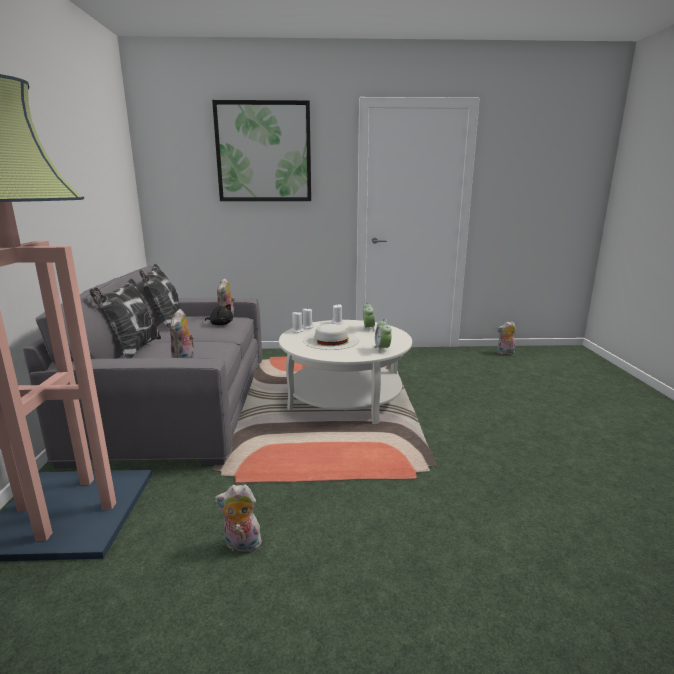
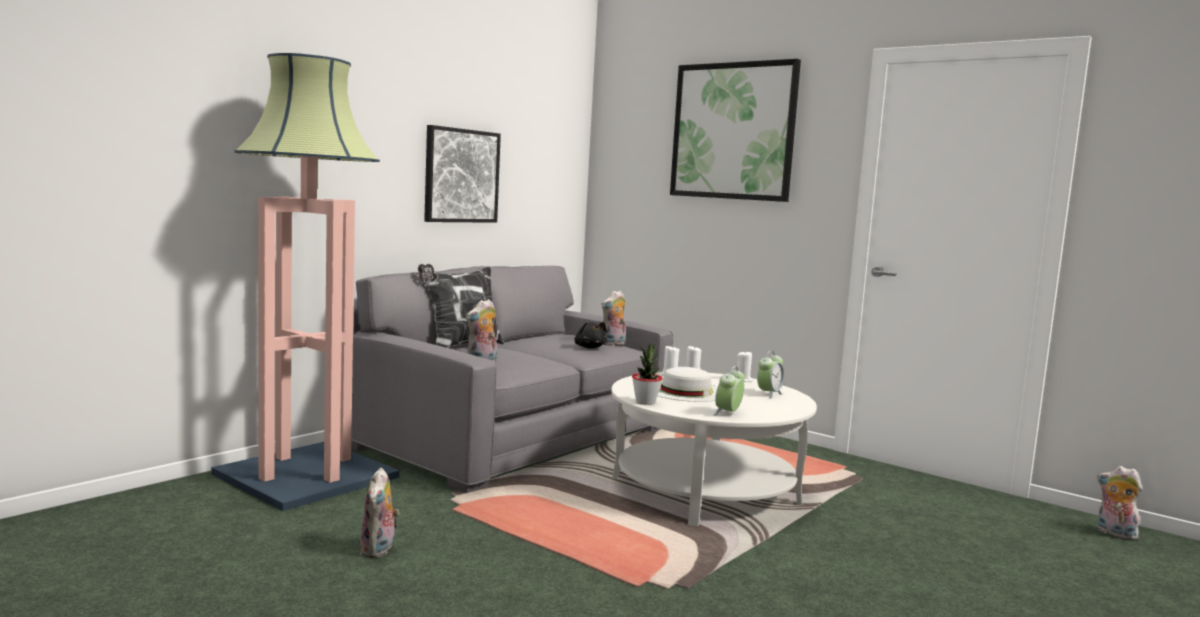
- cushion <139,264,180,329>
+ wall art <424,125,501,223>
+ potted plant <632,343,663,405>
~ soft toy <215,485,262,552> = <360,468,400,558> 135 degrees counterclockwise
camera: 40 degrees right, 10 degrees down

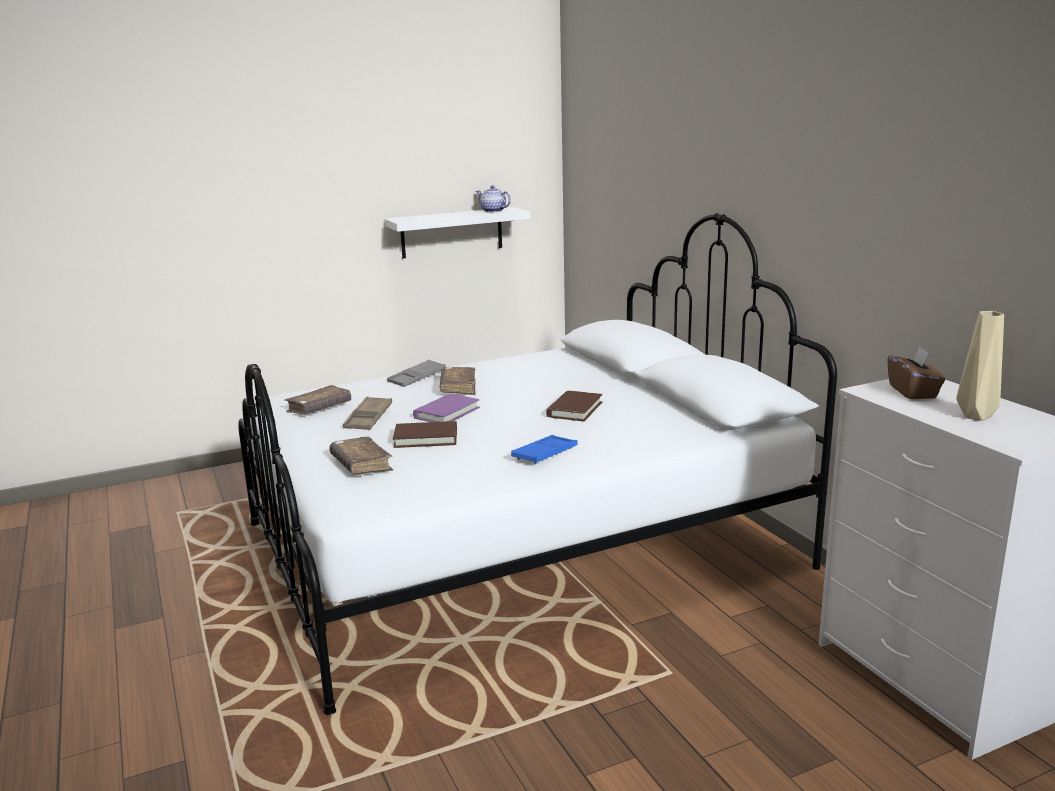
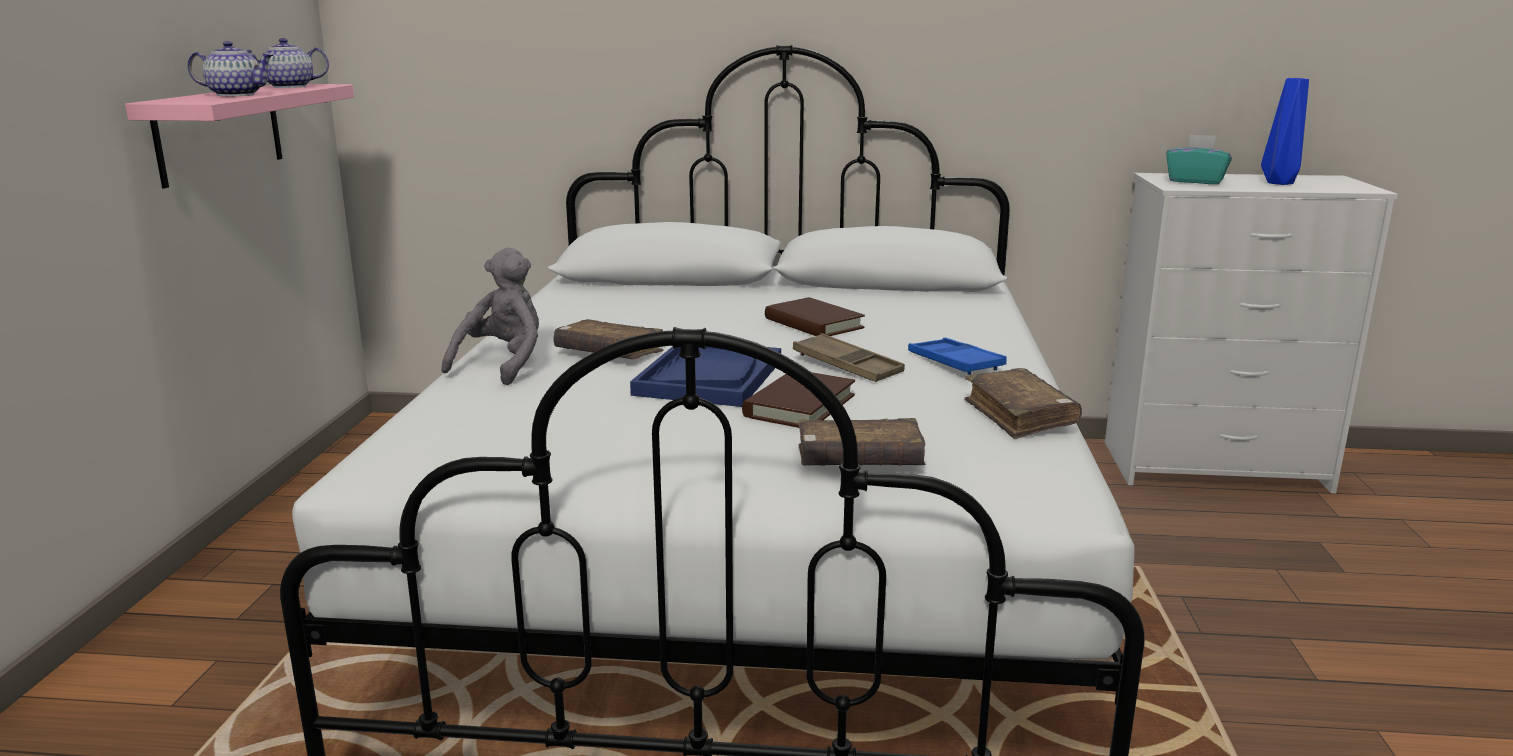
+ tea pot <187,41,273,96>
~ brown-coloured volume <284,385,351,415> to <964,368,1082,439>
~ brown-coloured serving tray <343,396,392,430> to <793,333,905,382>
~ gray serving tray <387,360,446,387> to gray soft toy <442,248,539,385>
~ purple-coloured volume <413,394,480,422> to blue serving tray <630,346,781,407>
~ white-coloured wall shelf <384,207,531,258> to pink wall shelf <125,84,354,188>
~ brown-coloured tissue box <887,347,945,399> to turquoise tissue box <1166,134,1232,184>
~ beige decorative vase <956,311,1004,421> to blue decorative vase <1261,78,1309,185>
camera: 60 degrees left, 0 degrees up

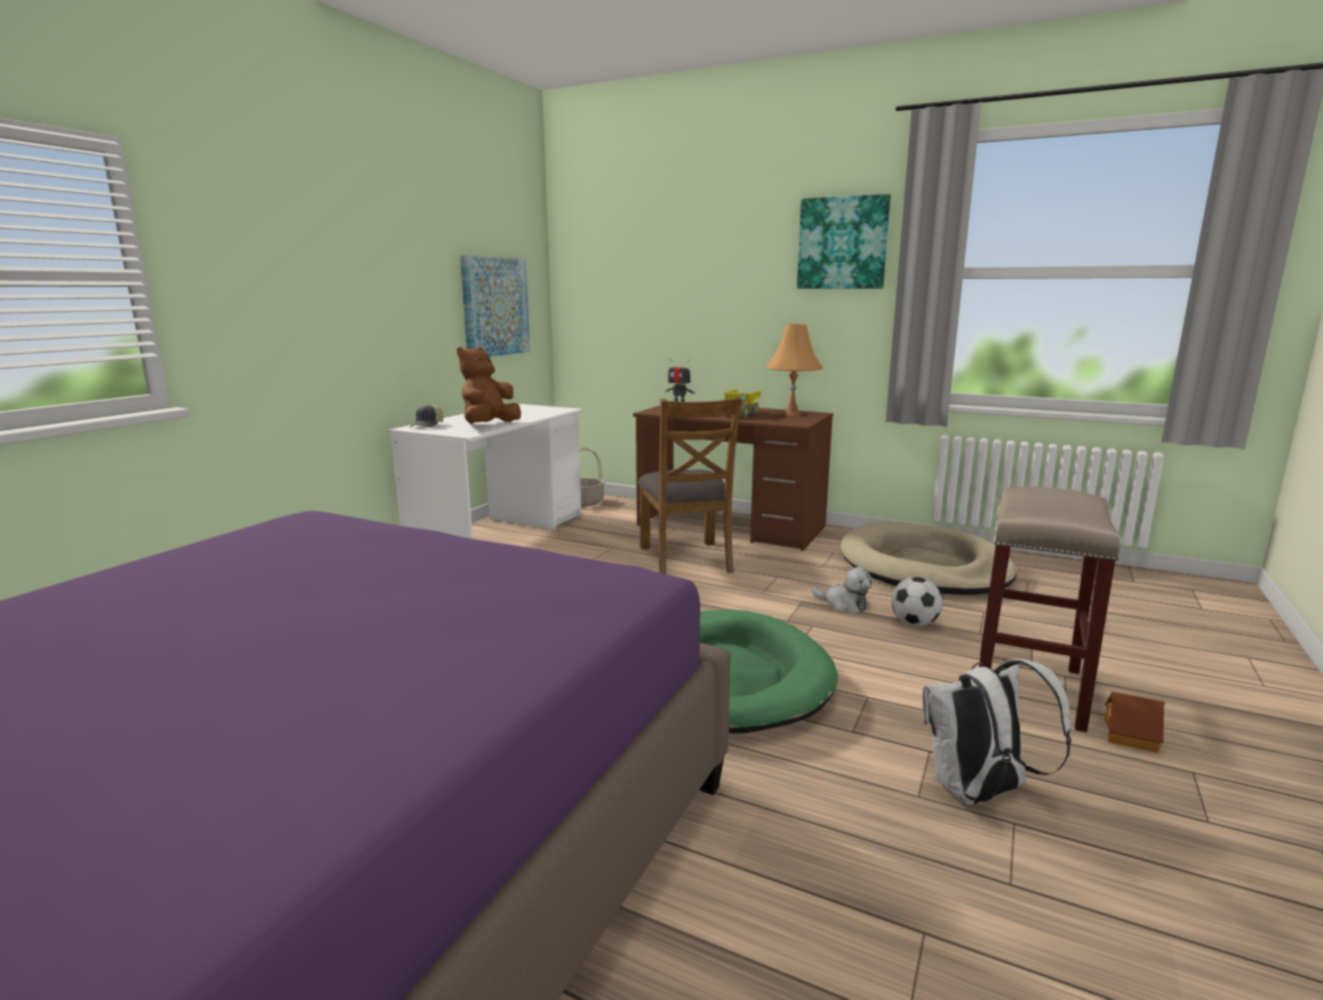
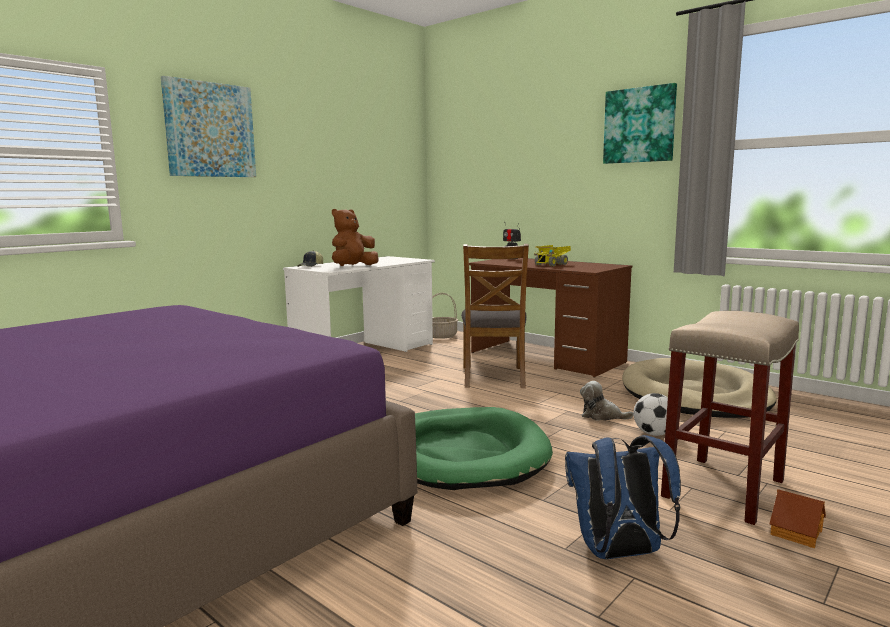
- orange table lamp <766,324,823,416>
~ wall art <460,255,530,357> to <161,76,256,177>
~ white-coloured backpack <922,659,1071,805> to blue backpack <565,435,681,559>
~ soft toy <812,567,872,613> = <580,381,634,421> 150 degrees clockwise
camera: 15 degrees right, 5 degrees down

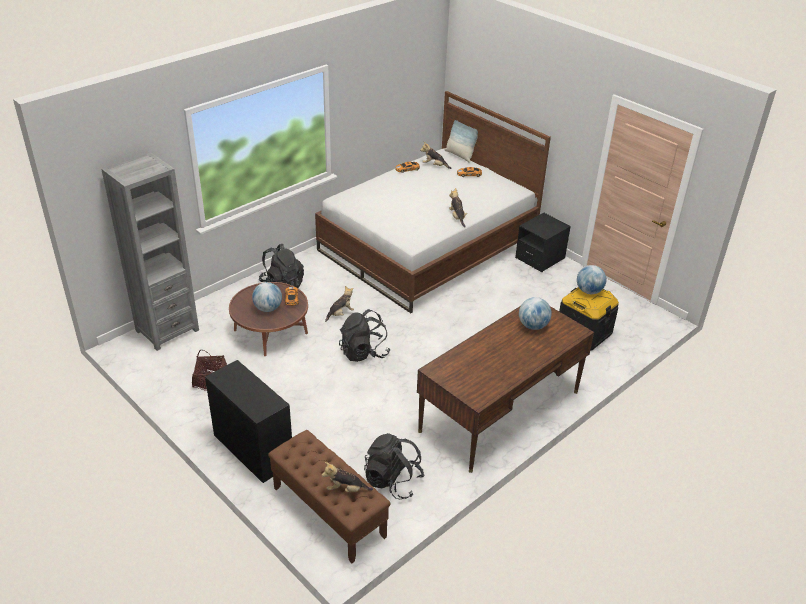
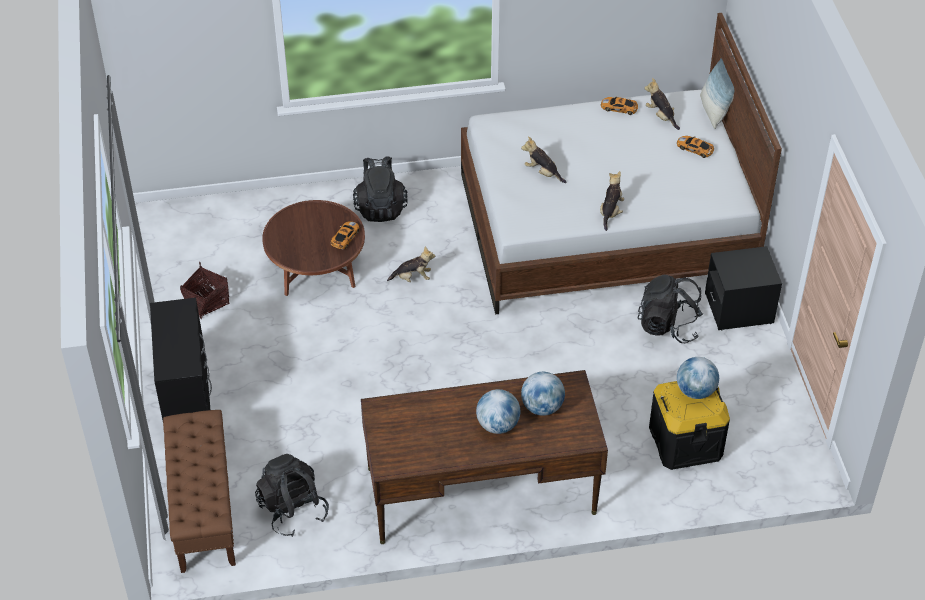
- gray shelving unit <101,152,199,351>
~ world globe <252,282,282,312> to <476,389,520,434>
~ soft toy <322,462,373,492> to <521,136,566,183>
~ blackish backpack <339,309,391,362> to <637,275,703,343>
camera: 35 degrees right, 10 degrees up

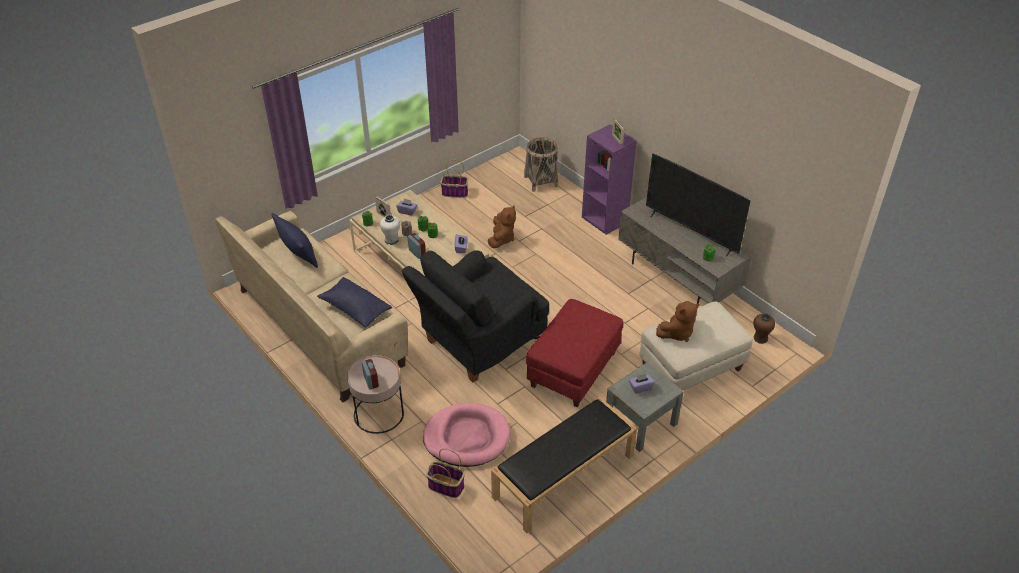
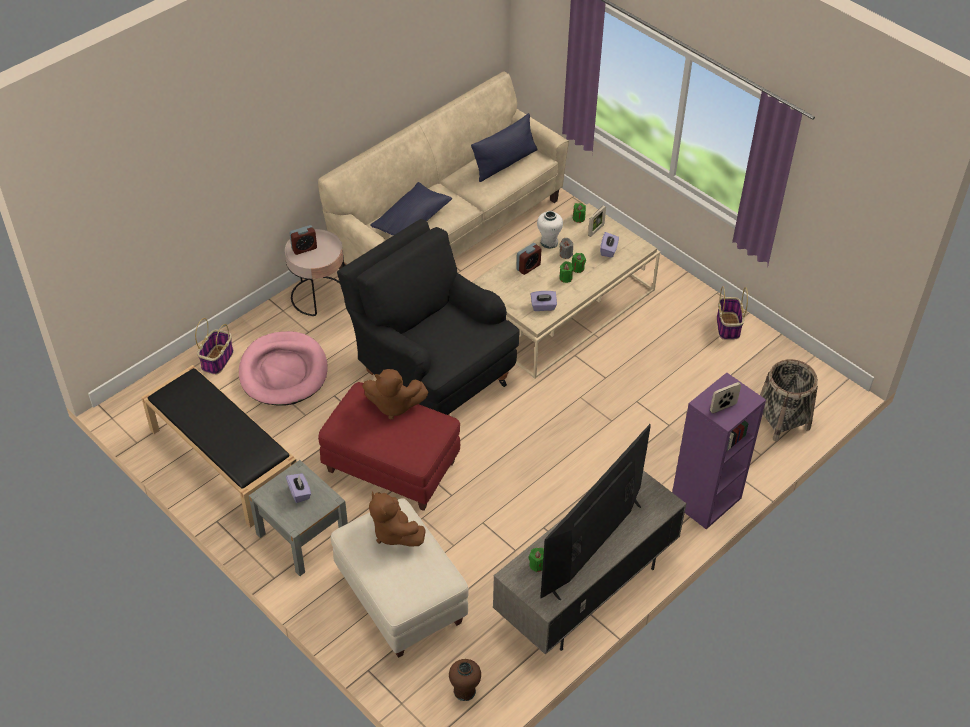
~ brown-coloured soft toy <488,206,516,248> to <362,369,429,420>
camera: 85 degrees right, 5 degrees up

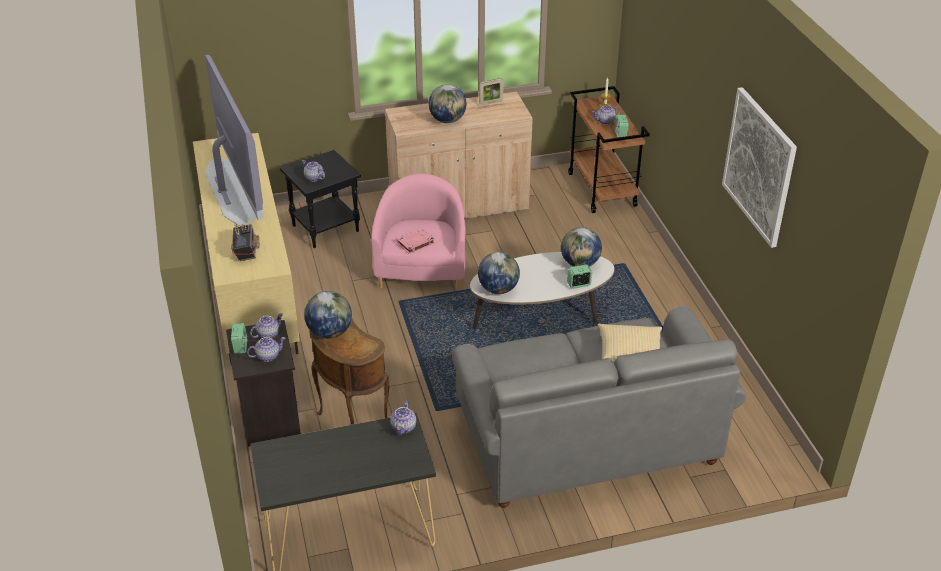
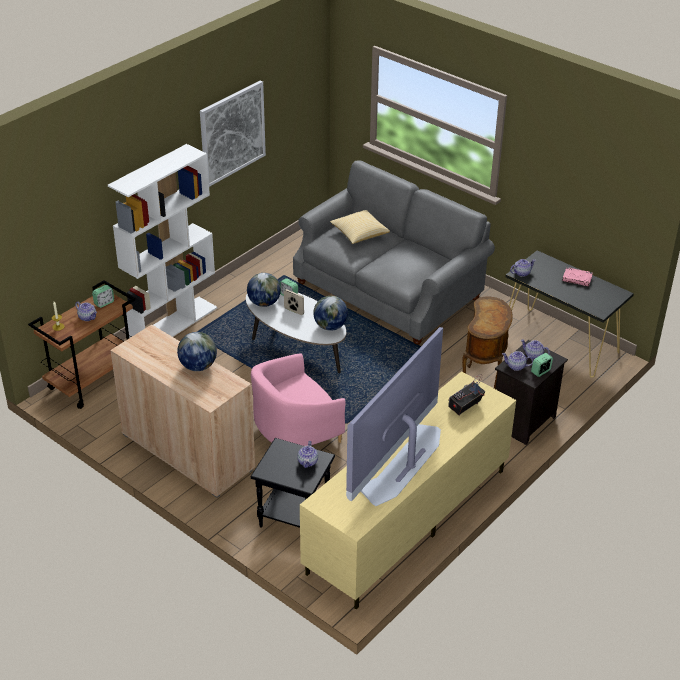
- world globe <304,291,352,339>
+ white-coloured shelving unit <108,144,217,338>
~ pink volume <397,229,435,254> to <562,267,593,286>
~ photo frame <479,78,504,105> to <284,289,304,315>
camera: 125 degrees left, 0 degrees up

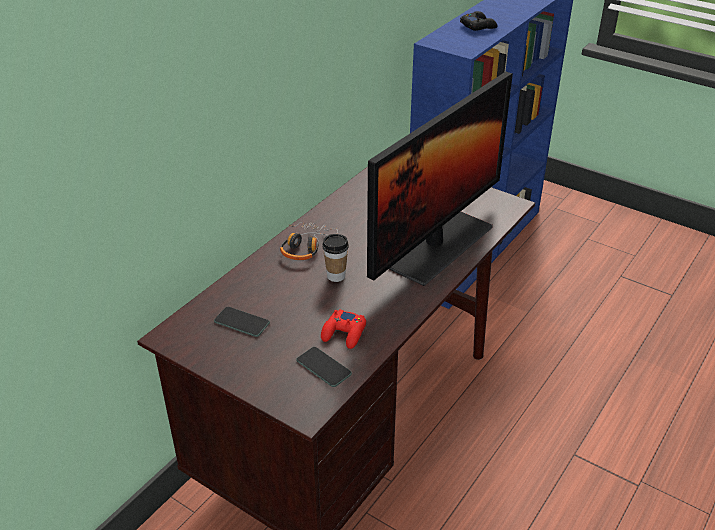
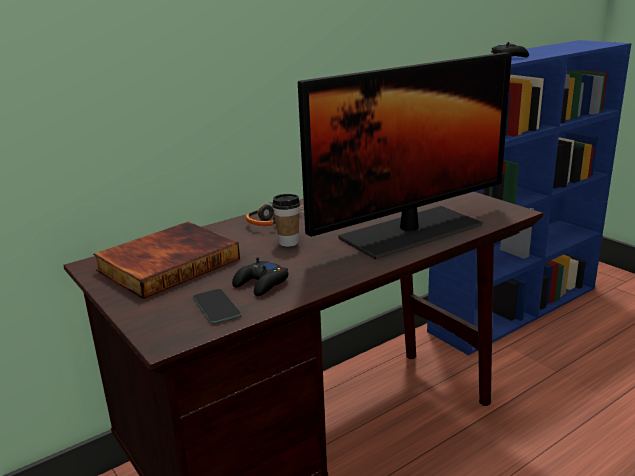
~ telephone <214,307,270,337> to volume <93,222,240,299>
~ red-coloured game controller <321,309,366,349> to blackish game controller <232,257,288,296>
camera: 20 degrees right, 15 degrees down

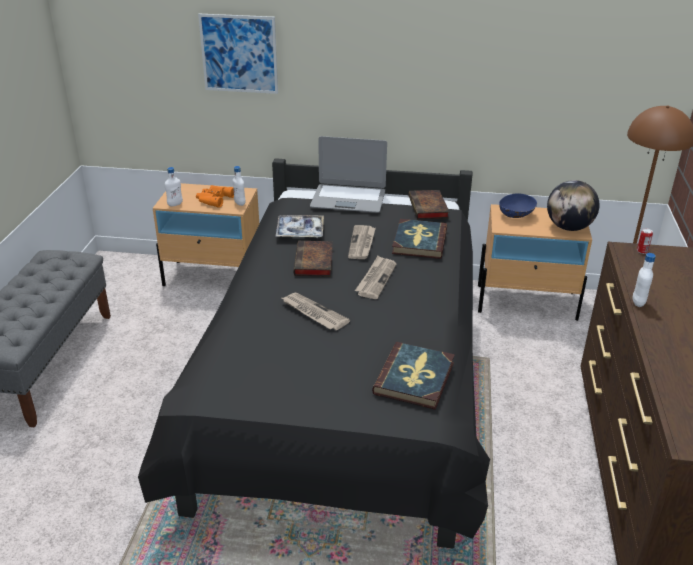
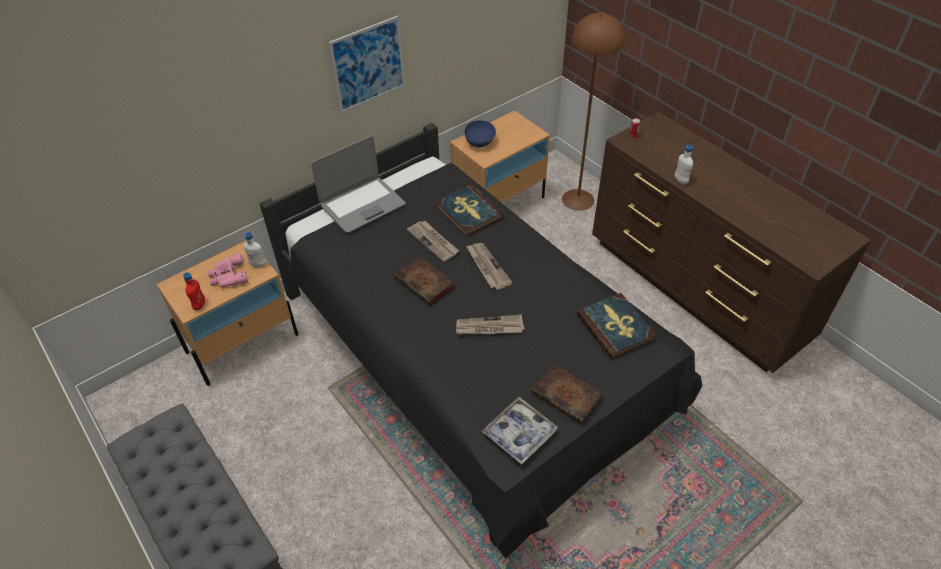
- world globe <547,180,599,231>
~ wall art <198,14,278,94> to <329,15,405,113>
~ serving tray <275,215,324,238> to <481,397,557,465>
~ volume <408,190,449,219> to <532,364,604,425>
~ white-coloured bottle <165,167,183,206> to red-coloured bottle <183,272,205,310>
~ orange pair of binoculars <196,185,234,208> to pink pair of binoculars <207,253,248,288>
camera: 45 degrees left, 15 degrees up

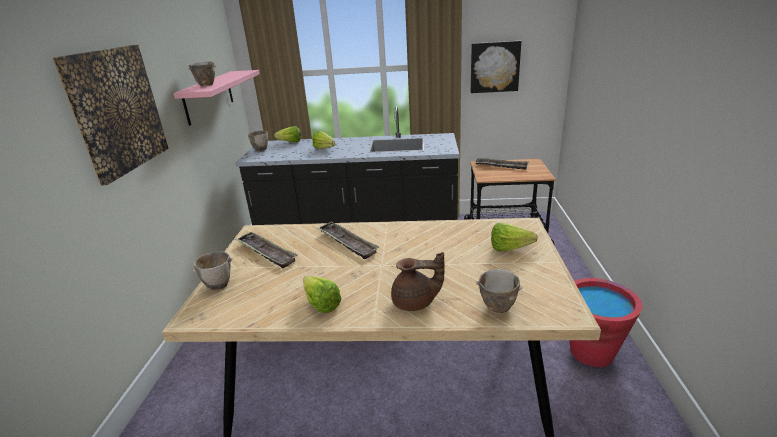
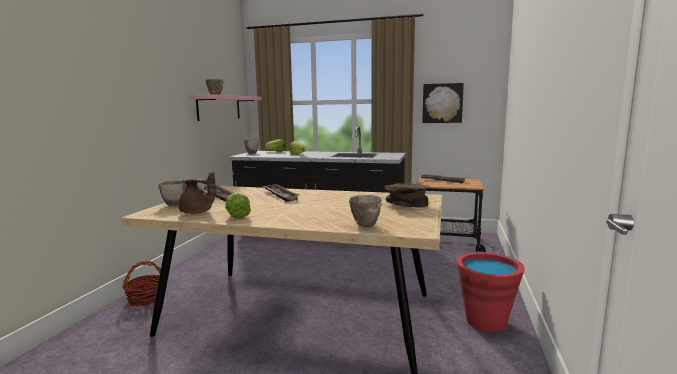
- wall art <52,45,169,186>
+ household basket <122,261,161,307>
~ brown-coloured tea pot <391,252,445,311> to <179,172,216,214>
~ lettuce <491,223,538,251> to brown-coloured deep dish <384,183,430,208>
camera: 10 degrees right, 15 degrees down

